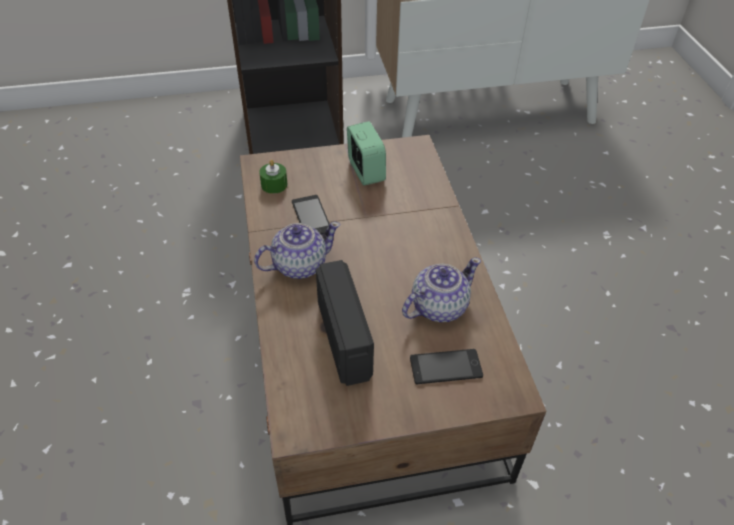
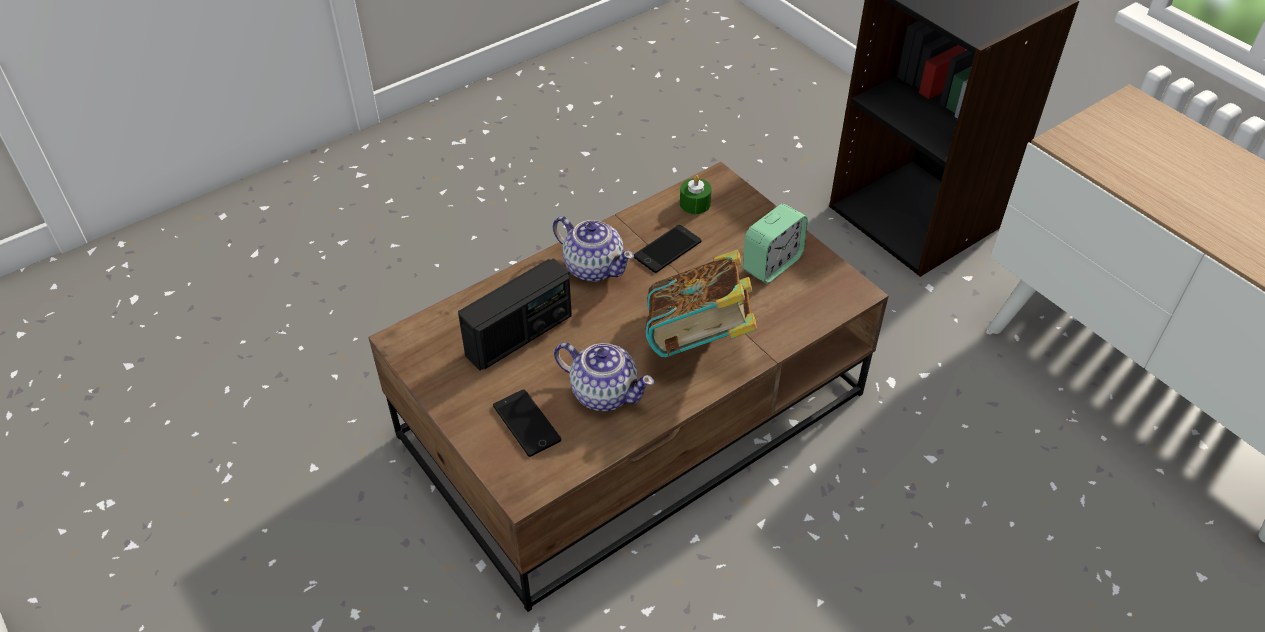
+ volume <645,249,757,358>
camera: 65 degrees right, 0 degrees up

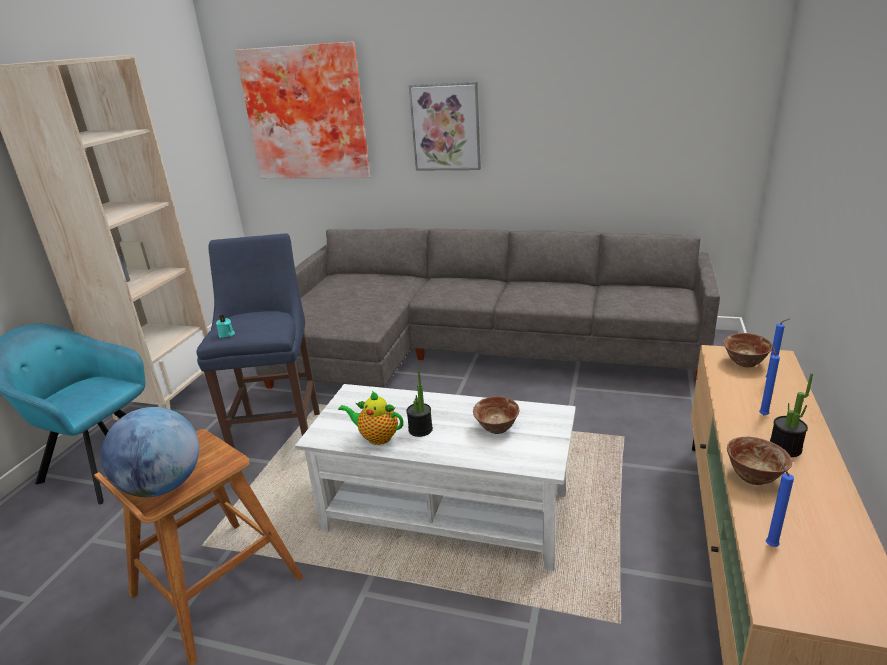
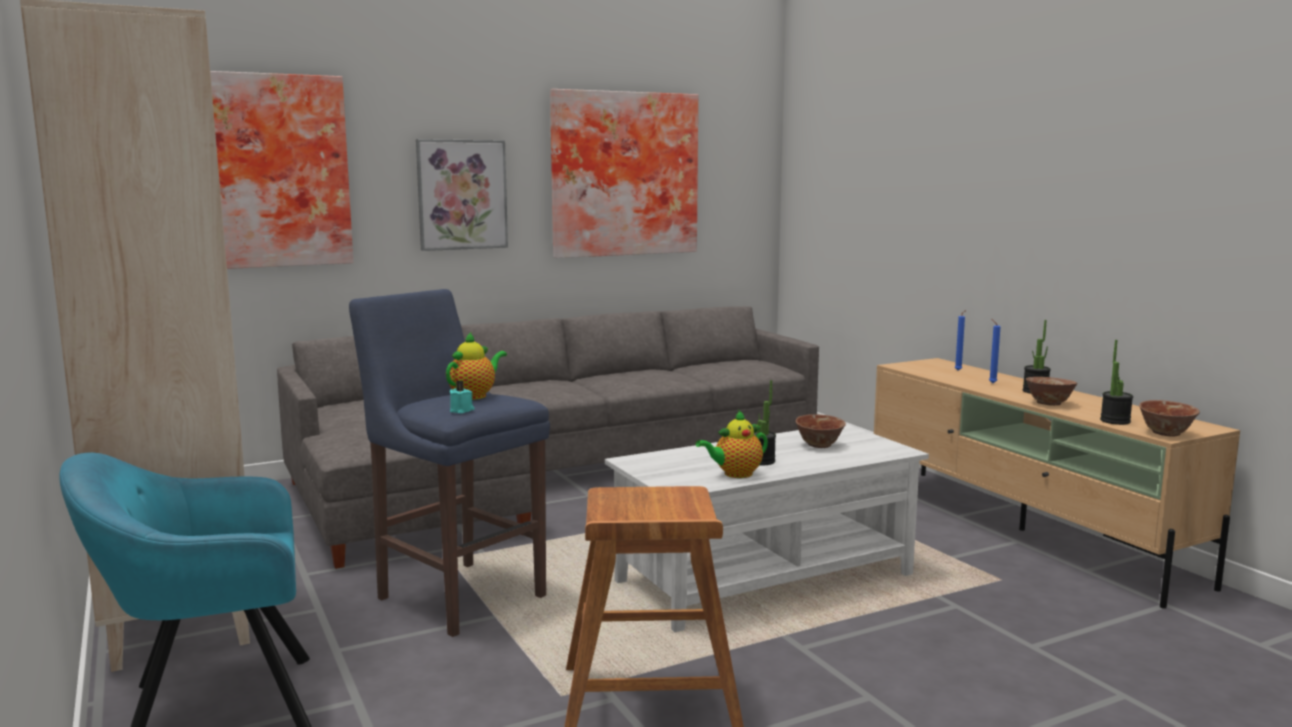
- world globe <101,407,199,497>
+ tea pot <446,332,507,400>
+ wall art <550,89,698,258>
~ deep dish <723,333,773,367> to <1139,400,1200,437>
~ blue wax candle <766,462,794,547> to potted plant <1100,340,1133,425>
camera: 45 degrees left, 15 degrees down

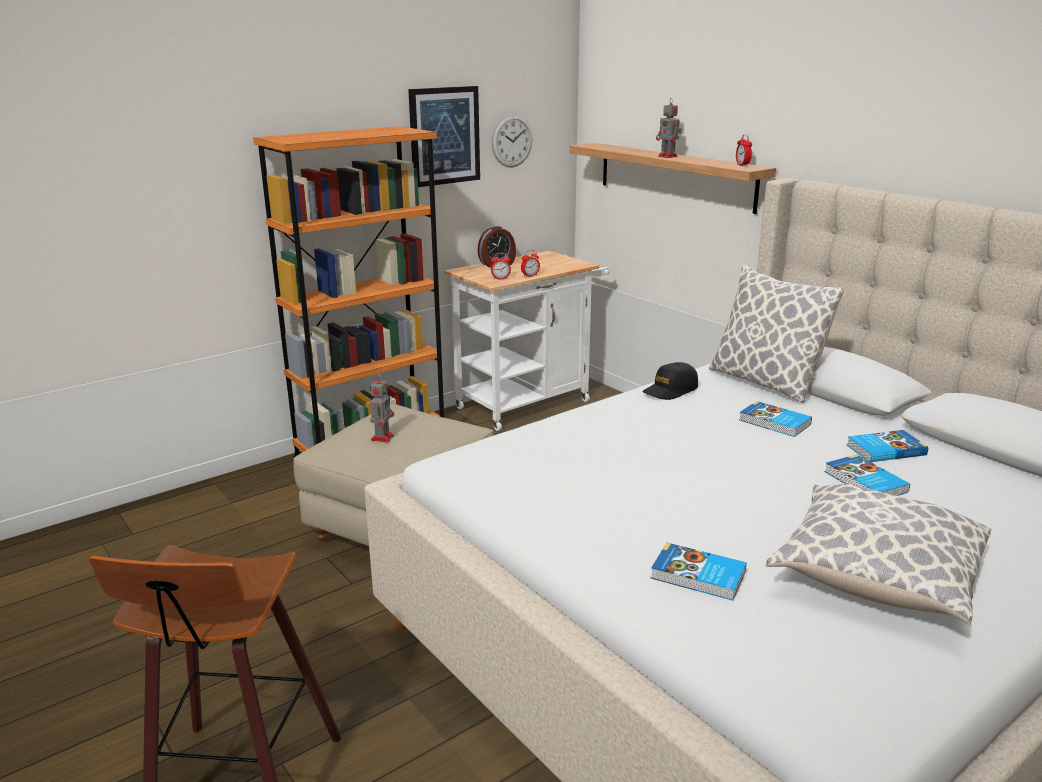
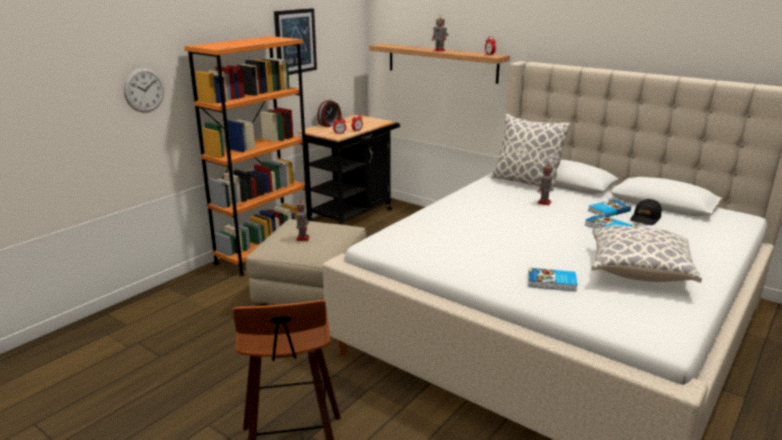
~ hanging clock <491,114,533,167> to <124,68,164,113>
~ blackish baseball cap <643,362,698,400> to <630,199,662,225>
~ volume <739,401,812,437> to model robot <537,161,553,205>
~ white-coloured cart <444,251,610,431> to blackish cart <298,115,400,225>
camera: 15 degrees left, 0 degrees up

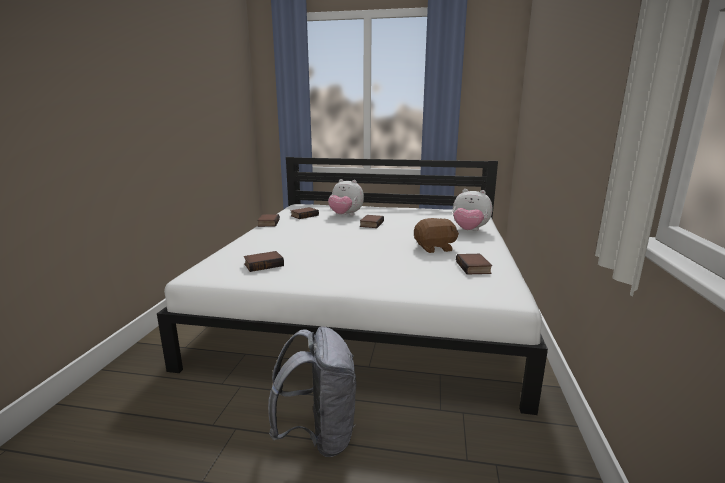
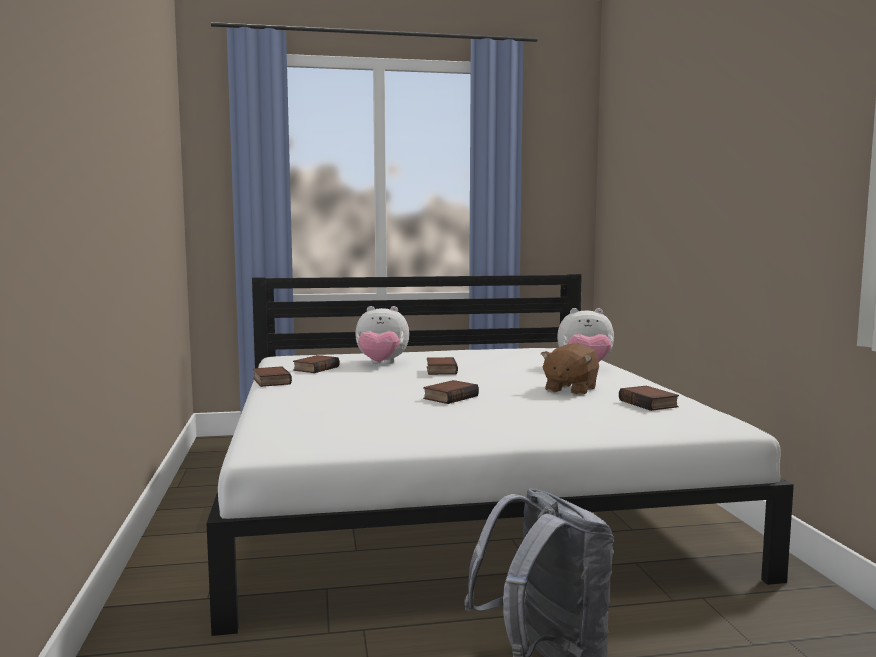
~ volume <244,251,284,272> to <423,380,479,404>
~ brown-coloured soft toy <414,218,459,253> = <541,343,599,395> 150 degrees clockwise
camera: 20 degrees left, 10 degrees down

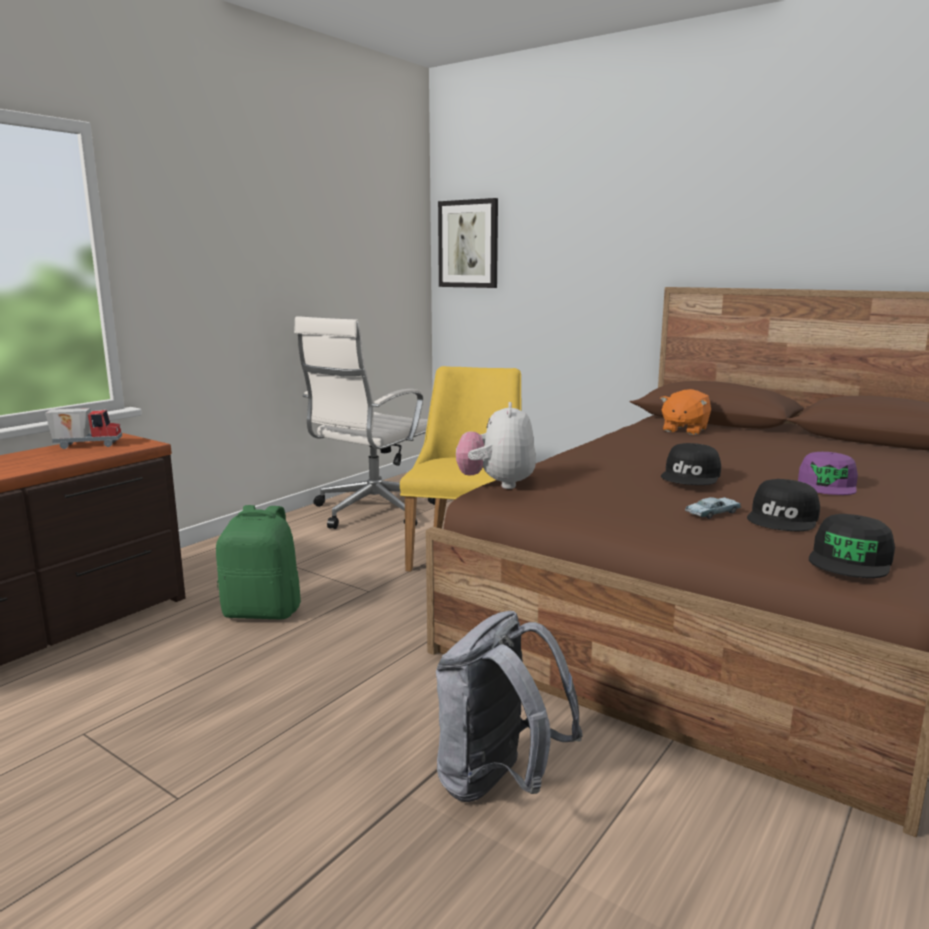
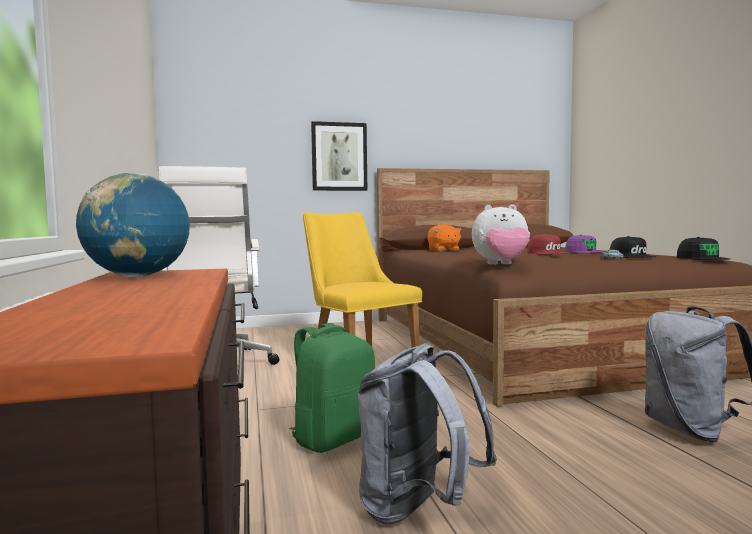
+ gray backpack <358,343,497,525>
~ wall art <438,198,498,288> to <311,121,367,191>
~ toy lorry <45,408,122,449> to world globe <76,173,190,277>
~ blackish baseball cap <661,443,721,485> to red-coloured baseball cap <527,234,567,254>
~ soft toy <456,402,536,489> = <472,204,530,265> 45 degrees counterclockwise
camera: 50 degrees left, 10 degrees down

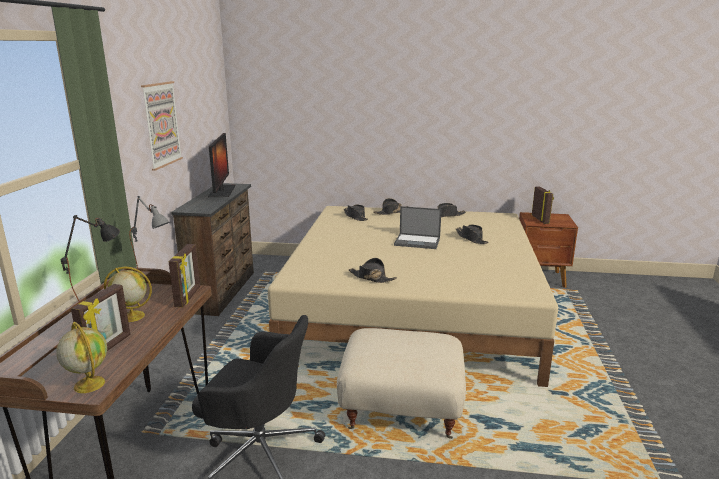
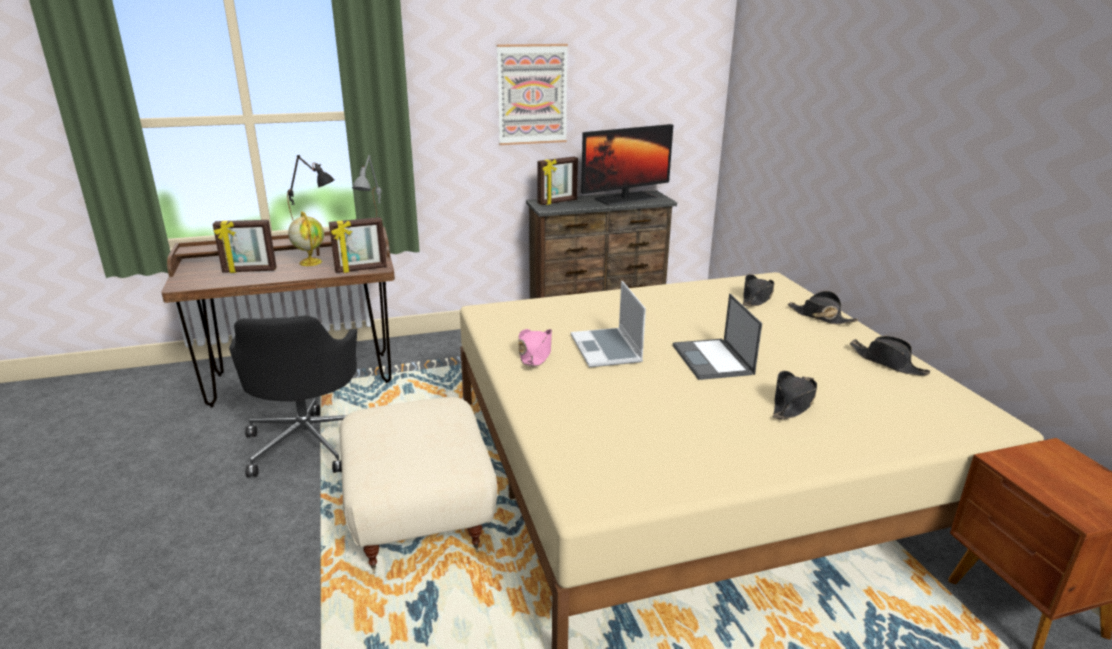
- world globe <56,322,107,393>
+ notebook computer <571,281,646,367>
~ photo frame <532,187,554,224> to <537,157,578,205>
~ blackish hat <349,258,397,283> to pink hat <518,329,552,366>
camera: 65 degrees right, 5 degrees up

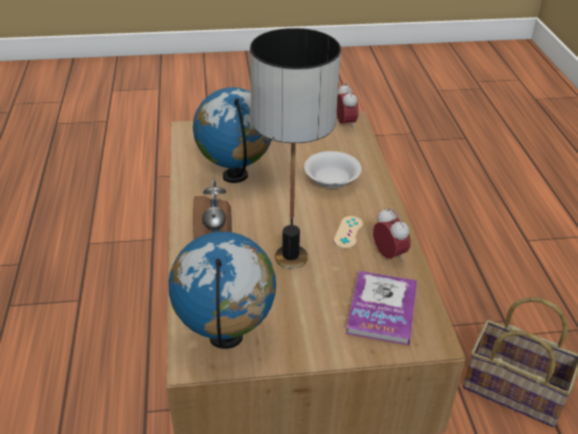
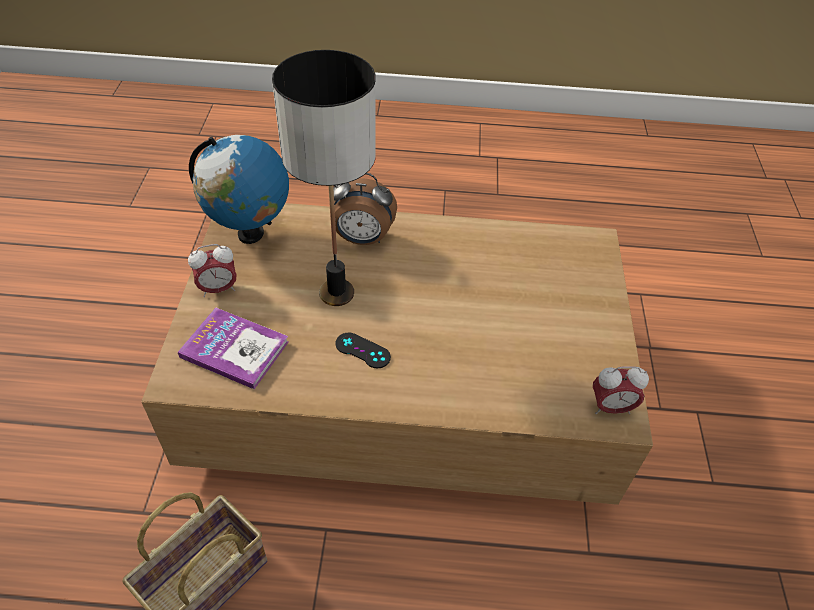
- world globe <193,87,271,183>
- white-coloured deep dish <304,151,362,188>
~ alarm clock <373,208,411,262> to <188,244,236,297>
~ beige game controller <334,216,363,249> to blackish game controller <335,332,391,368>
camera: 100 degrees right, 10 degrees up

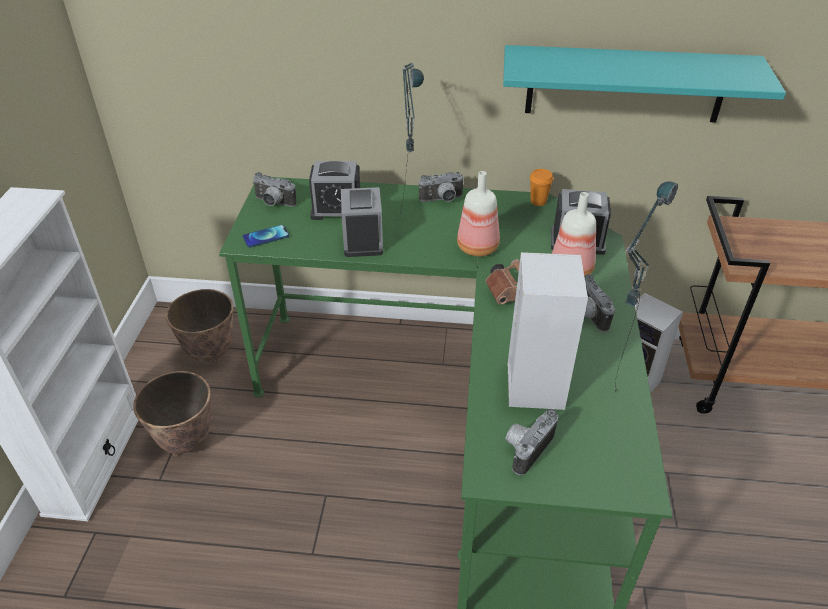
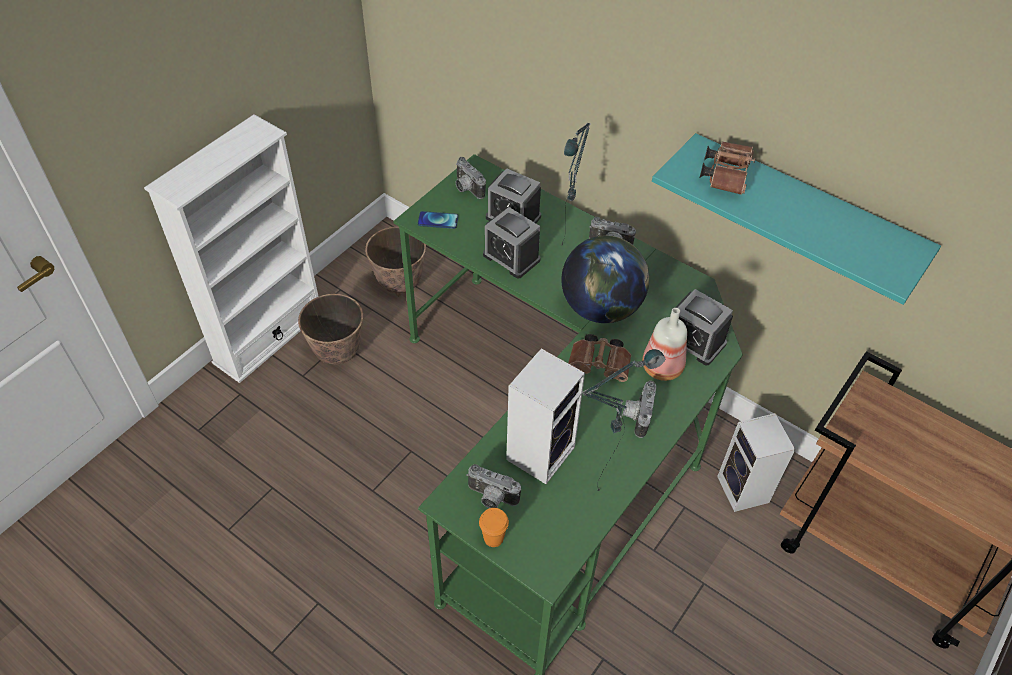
+ brown-coloured pair of binoculars <700,141,755,195>
~ orange cup <530,169,553,206> to <479,508,509,547>
~ bottle <457,171,500,256> to world globe <561,236,649,323>
~ alarm clock <341,187,383,257> = <483,207,541,279> 75 degrees counterclockwise
~ still camera <505,409,558,475> = <466,464,521,508> 135 degrees counterclockwise
camera: 30 degrees right, 10 degrees up

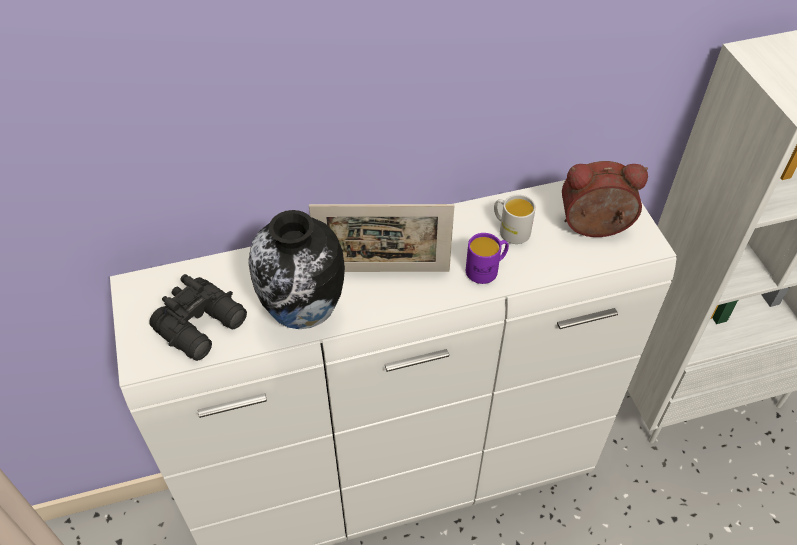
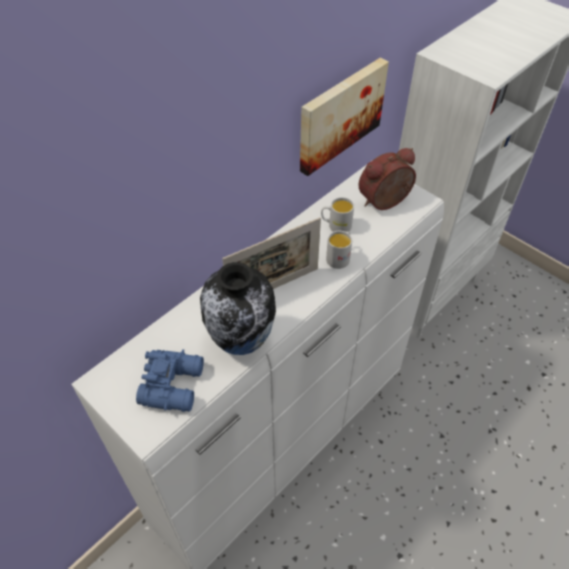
+ wall art <300,58,389,176>
~ blackish pair of binoculars <149,274,247,361> to blue pair of binoculars <136,349,204,412>
~ purple-coloured mug <466,233,509,284> to white-coloured mug <326,231,352,269>
camera: 30 degrees left, 0 degrees up

